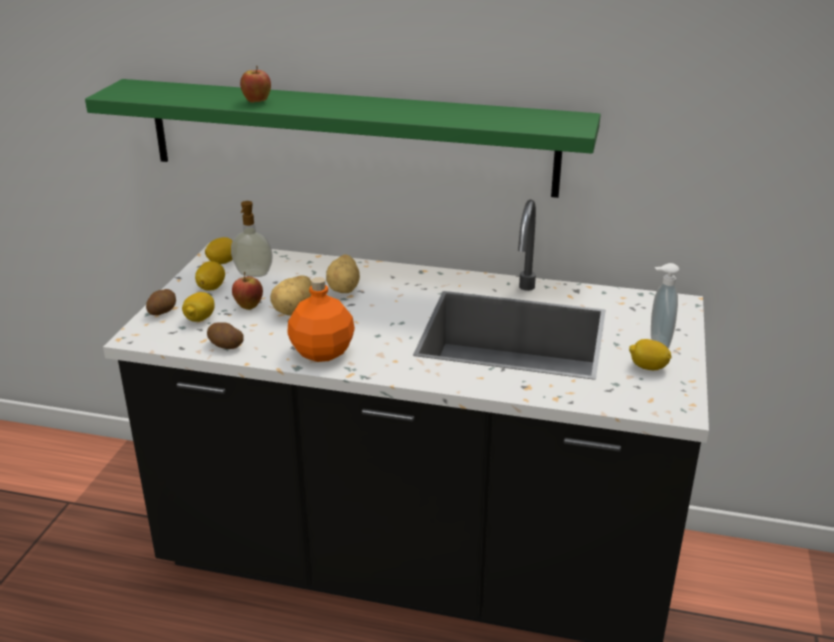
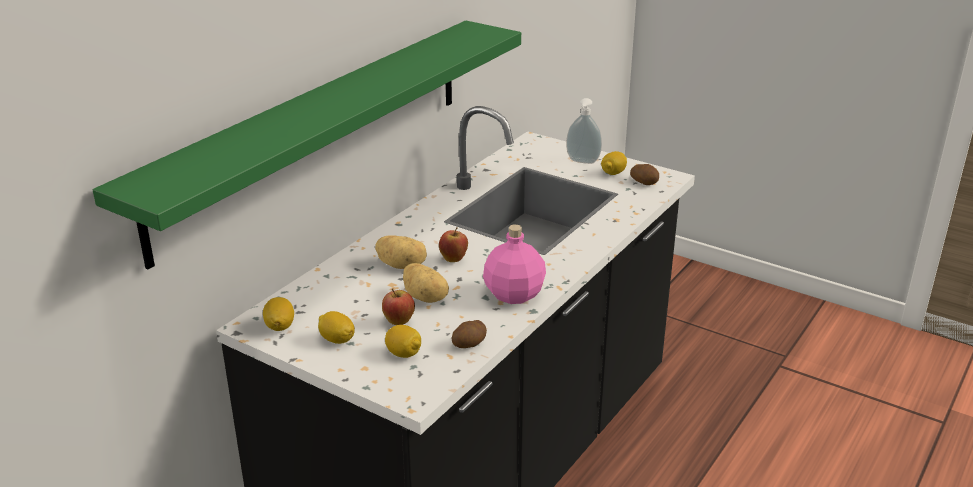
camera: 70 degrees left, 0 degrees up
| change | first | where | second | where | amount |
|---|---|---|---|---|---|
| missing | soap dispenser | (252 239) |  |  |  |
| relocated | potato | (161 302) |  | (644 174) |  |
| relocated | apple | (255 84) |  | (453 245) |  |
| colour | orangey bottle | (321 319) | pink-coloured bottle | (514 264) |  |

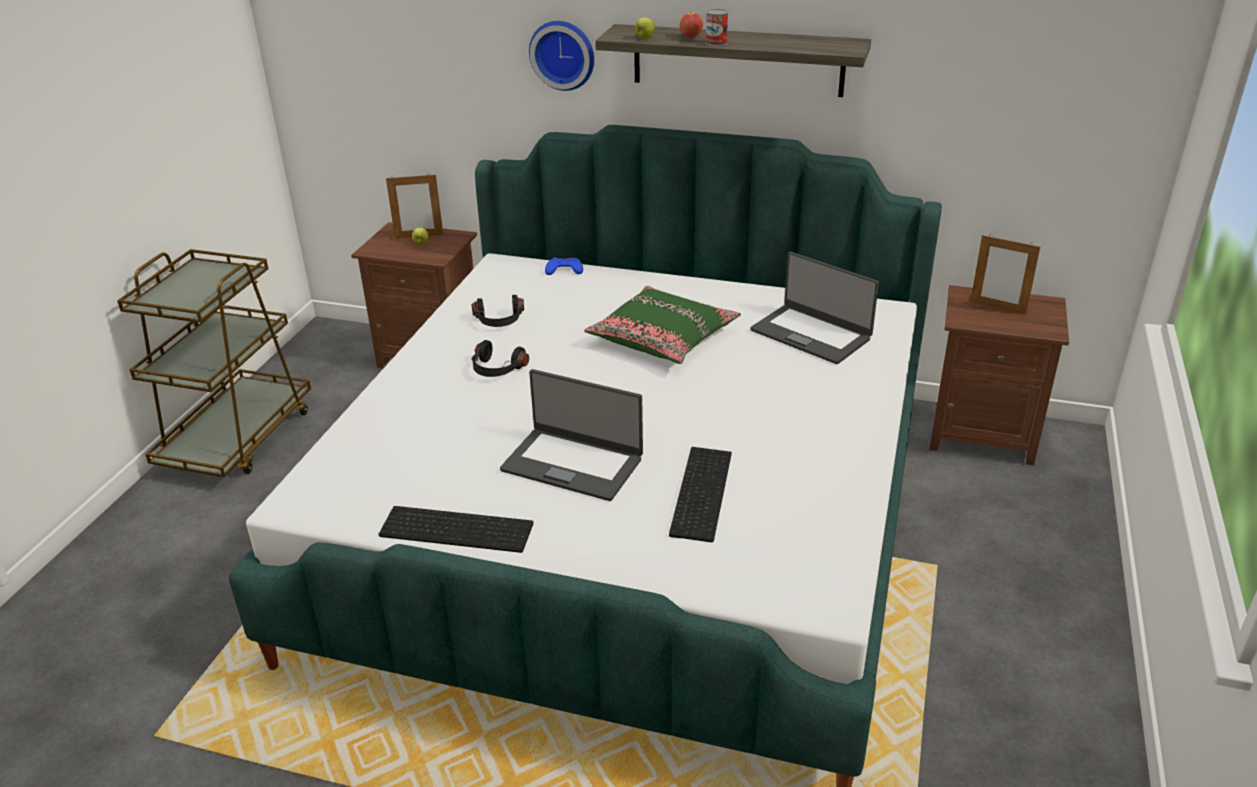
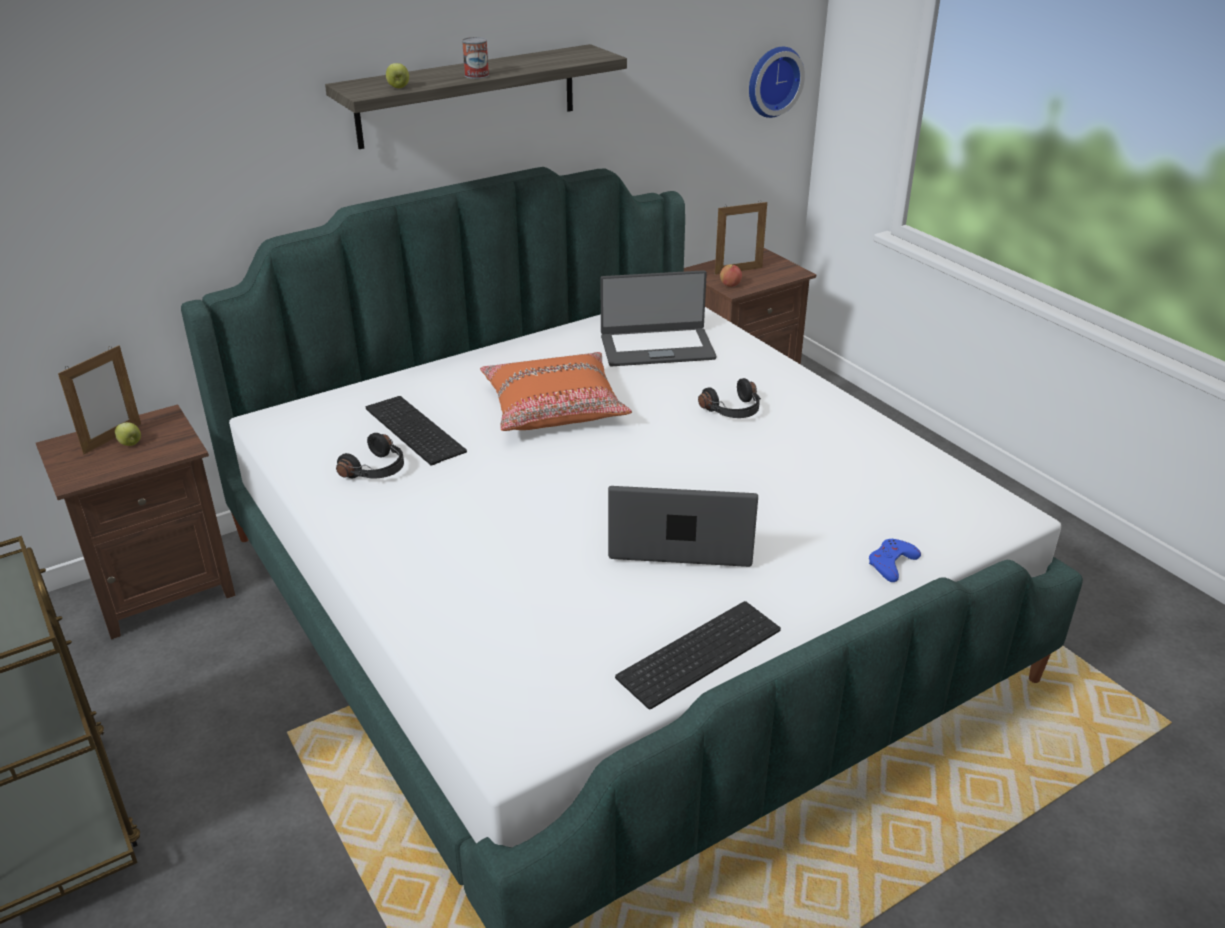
camera: 50 degrees left, 0 degrees up
| change | first | where | second | where | amount |
|---|---|---|---|---|---|
| relocated | blackish pair of headphones | (500 358) |  | (729 398) |  |
| relocated | clock on the wall | (561 56) |  | (777 82) |  |
| relocated | bluish gamepad | (564 266) |  | (895 560) |  |
| relocated | keyboard | (700 494) |  | (416 430) |  |
| relocated | apple | (691 24) |  | (731 275) |  |
| colour | green-coloured pillow | (662 325) | orangey pillow | (556 391) |  |
| spun | laptop | (571 435) |  | (683 526) | 150 degrees counterclockwise |

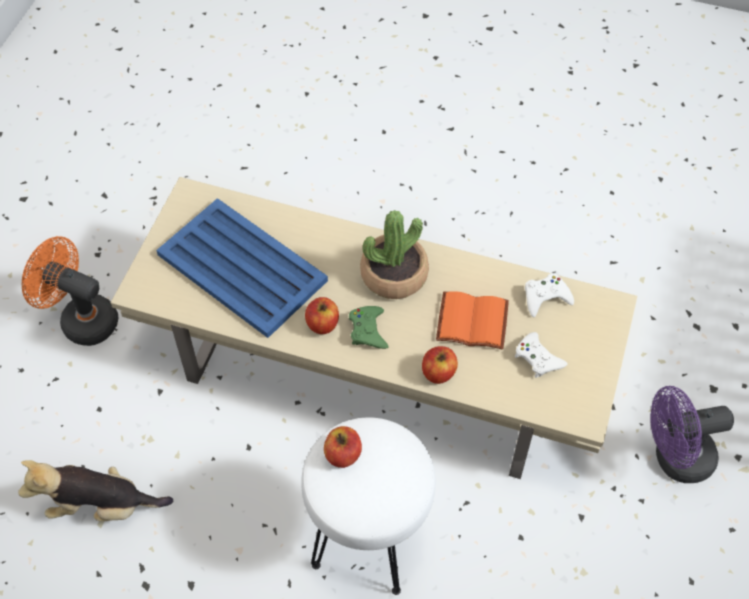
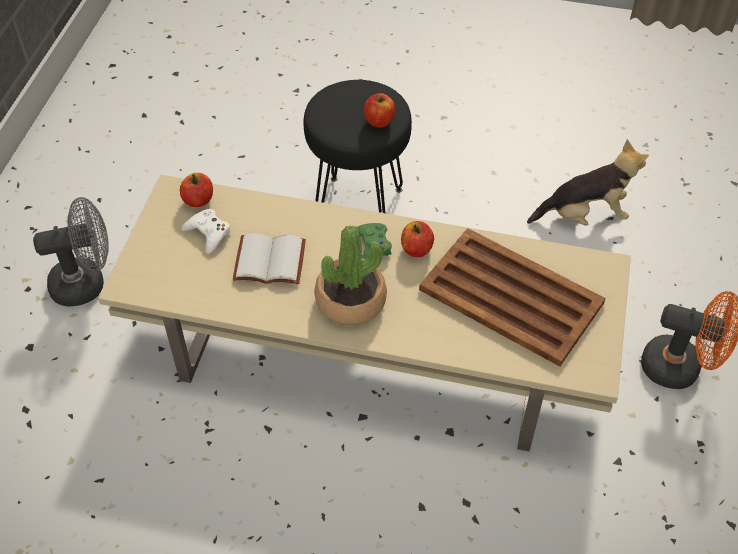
camera: 175 degrees right, 5 degrees down
| change | first | where | second | where | amount |
|---|---|---|---|---|---|
| missing | white-coloured gamepad | (549 295) |  |  |  |
| relocated | apple | (440 365) |  | (196 190) |  |
| colour | bluish serving tray | (242 268) | brown-coloured serving tray | (512 297) |  |
| colour | white-coloured sitting stool | (368 506) | blackish sitting stool | (358 146) |  |
| colour | orangey volume | (472 320) | white-coloured volume | (269 258) |  |
| colour | purplish fan | (692 434) | grey fan | (71 252) |  |

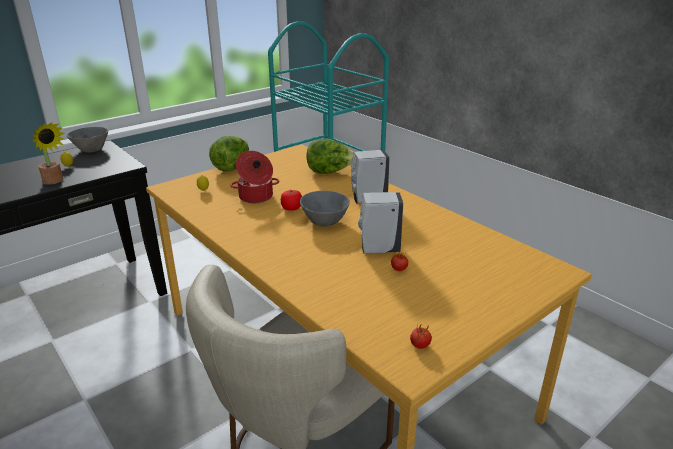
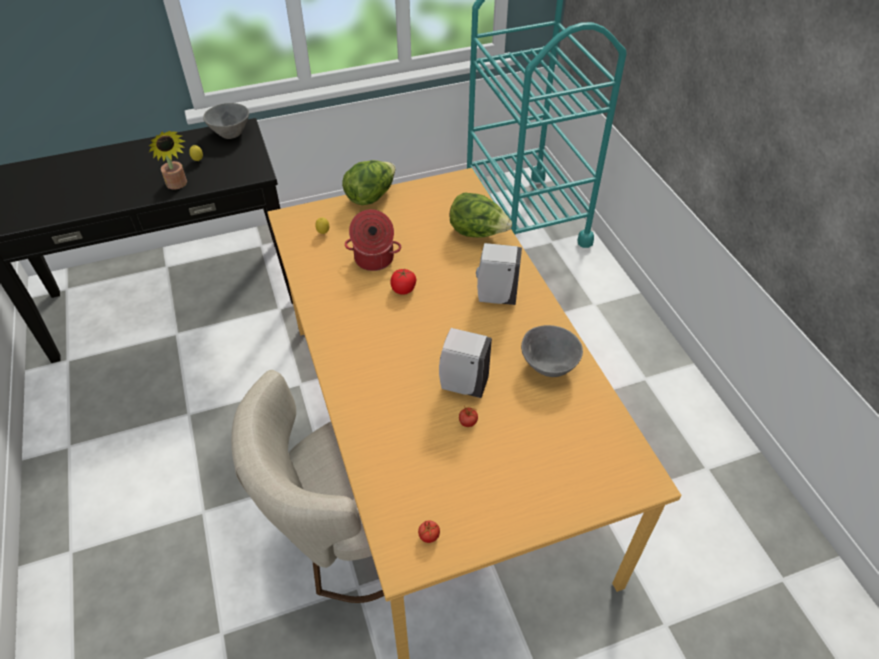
camera: 20 degrees right, 20 degrees up
| change | first | where | second | where | amount |
|---|---|---|---|---|---|
| relocated | grey deep dish | (325 209) |  | (552 351) |  |

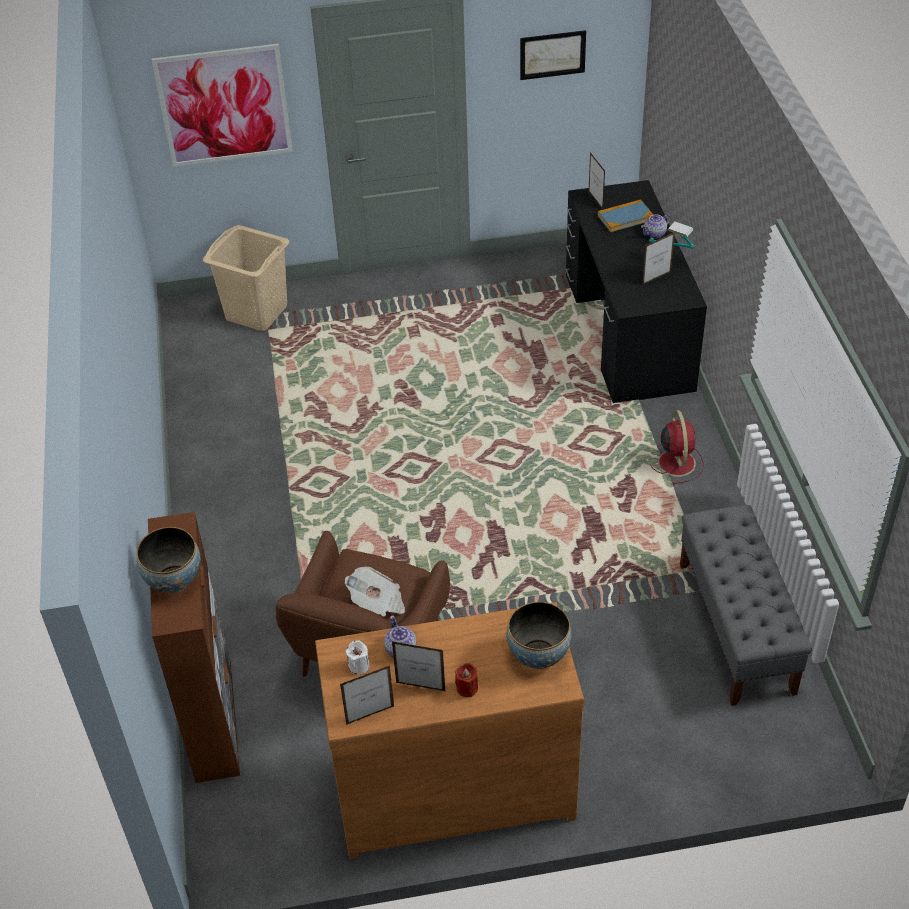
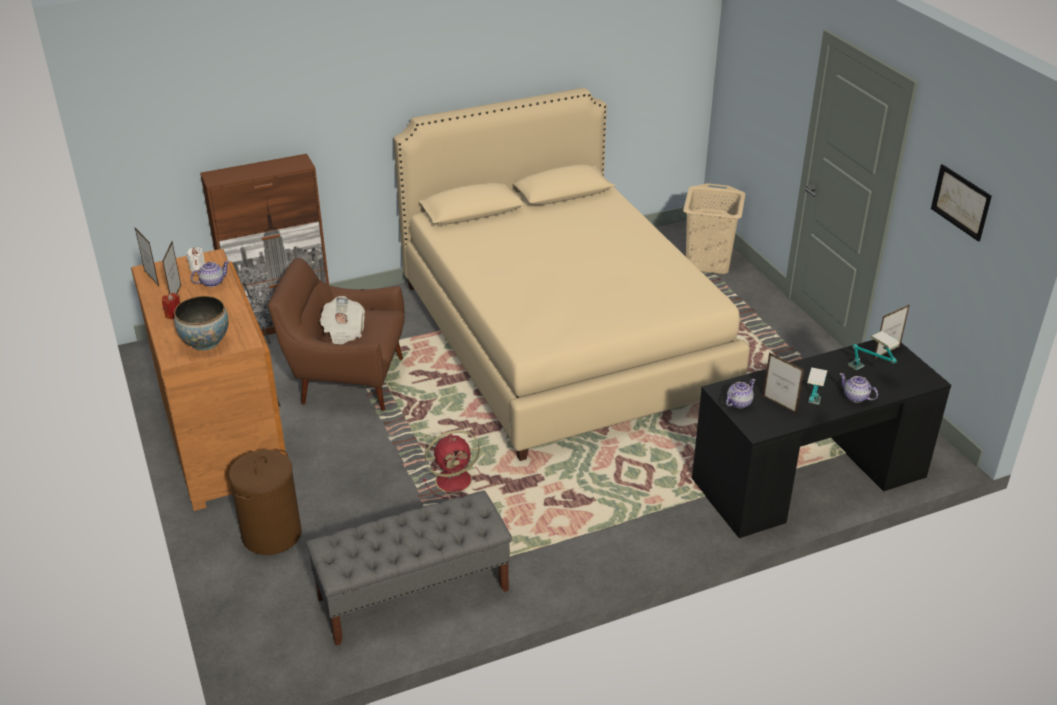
camera: 75 degrees right, 10 degrees down
| change | first | where | second | where | amount |
|---|---|---|---|---|---|
| missing | deep dish | (169 560) |  |  |  |
| missing | picture | (222 105) |  |  |  |
| appeared |  |  | brown-coloured hamper | (265 502) |  |
| appeared |  |  | beige-coloured bedroom bed | (571 274) |  |
| appeared |  |  | pot for tea | (740 393) |  |
| relocated | reddish fan | (677 447) |  | (452 464) |  |
| exchanged | volume | (625 215) | lamp for a table | (873 350) |  |

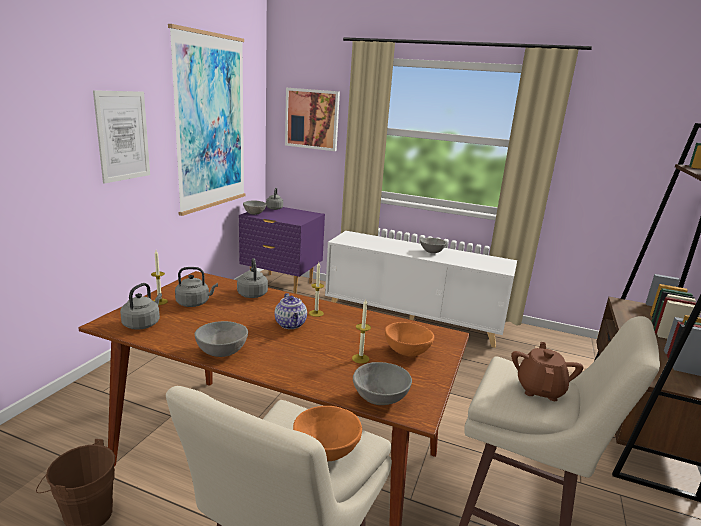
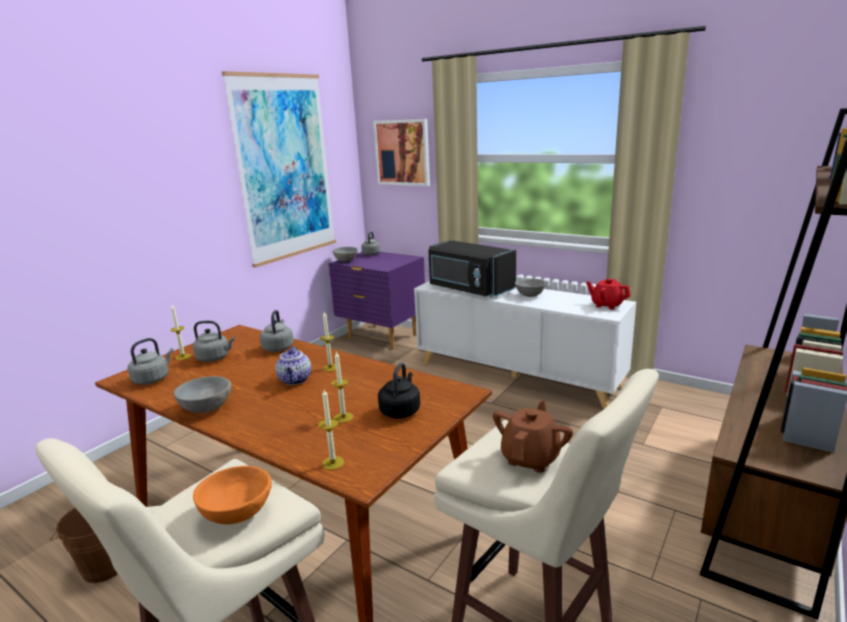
camera: 15 degrees right, 0 degrees up
| change | first | where | second | where | amount |
|---|---|---|---|---|---|
| missing | picture | (121 137) |  |  |  |
| appeared |  |  | blackish microwave oven | (472 268) |  |
| appeared |  |  | reddish pot for tea | (608 294) |  |
| exchanged | grey deep dish | (382 383) | candle | (331 430) |  |
| exchanged | orangey deep dish | (409 339) | blackish water kettle | (399 390) |  |

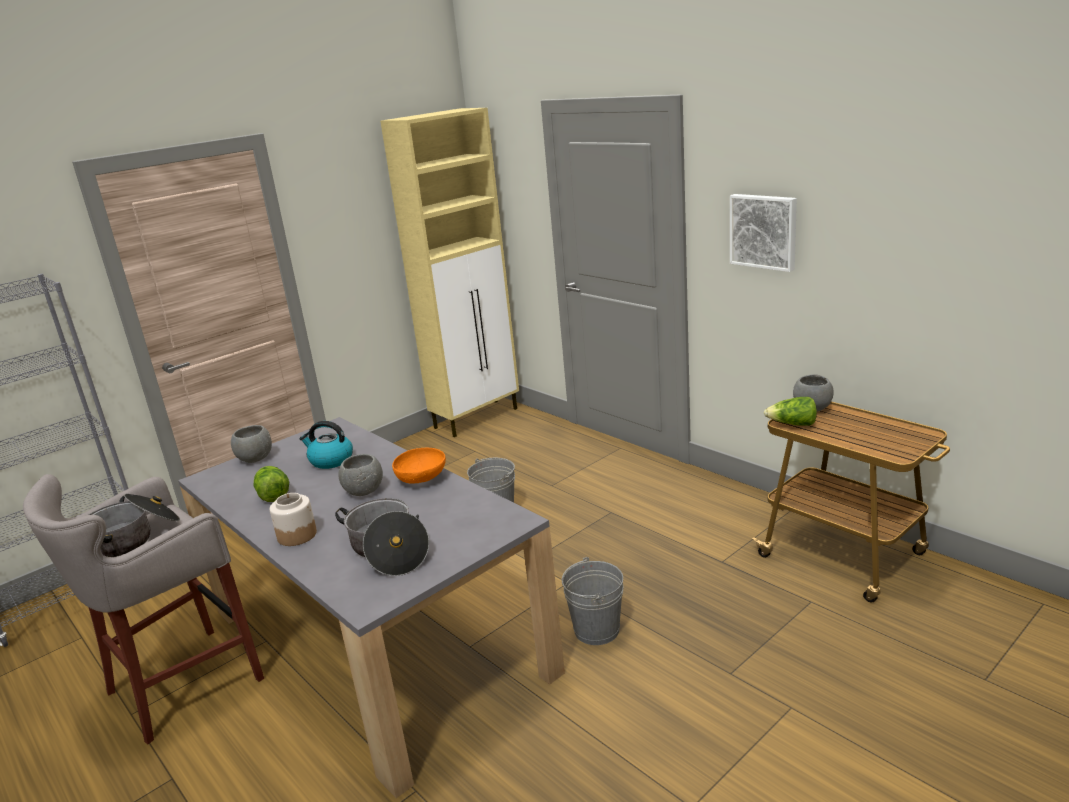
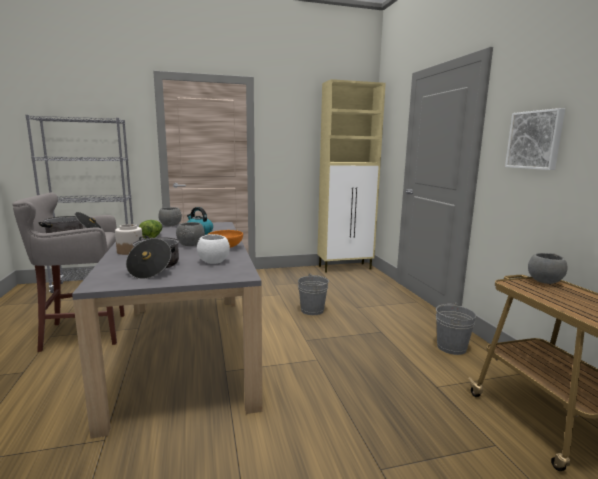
camera: 25 degrees right, 10 degrees down
| change | first | where | second | where | amount |
|---|---|---|---|---|---|
| missing | lettuce | (790 411) |  |  |  |
| appeared |  |  | white-coloured deep dish | (213 249) |  |
| relocated | grey water bucket | (593 601) |  | (456 329) |  |

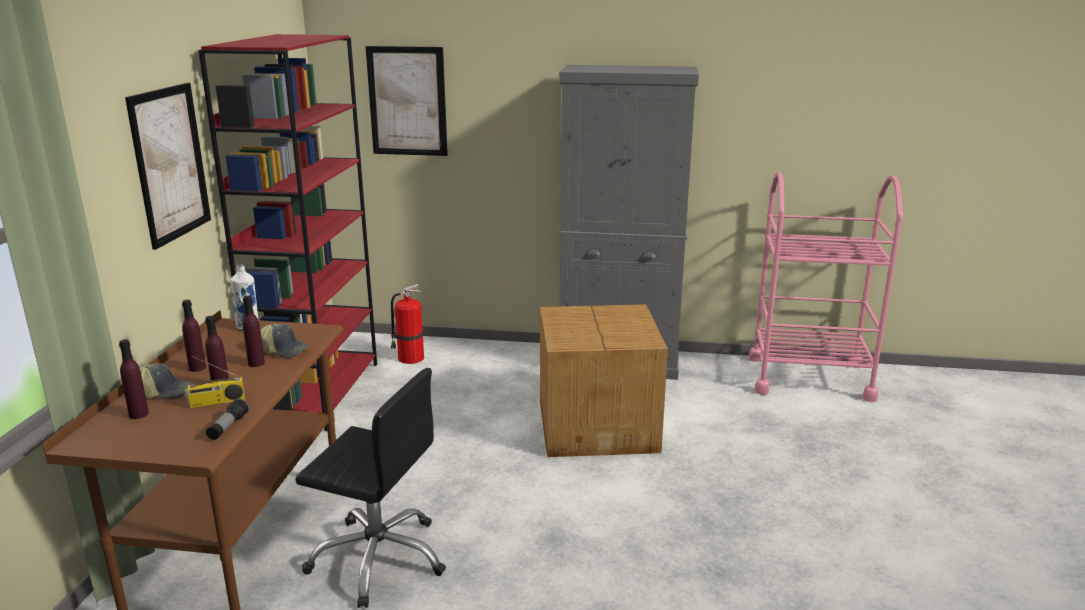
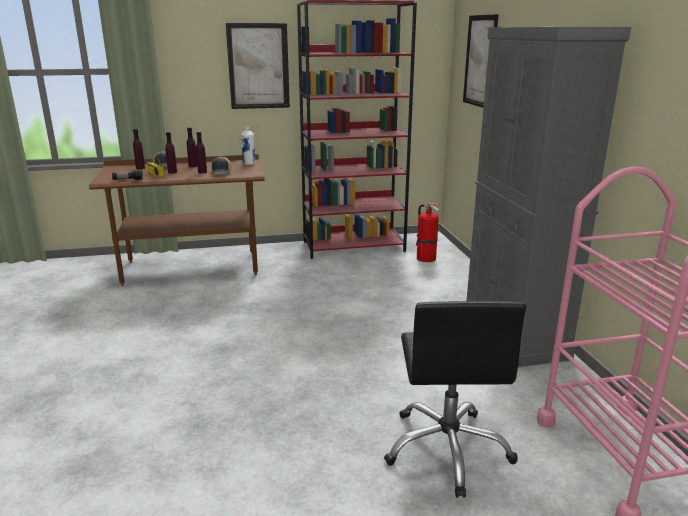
camera: 70 degrees right, 0 degrees up
| change | first | where | second | where | amount |
|---|---|---|---|---|---|
| missing | carton | (604 380) |  |  |  |
| relocated | blackish computer chair | (370 488) |  | (455 399) |  |

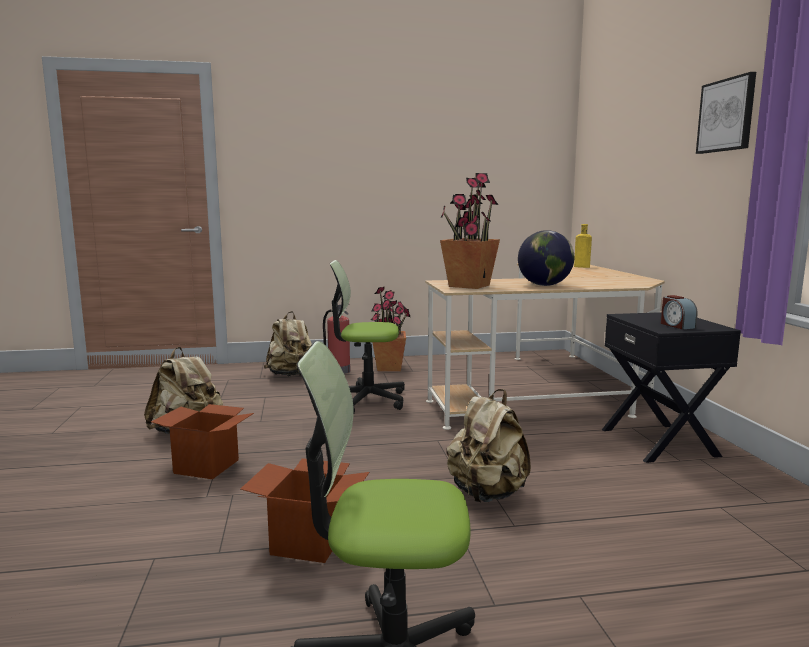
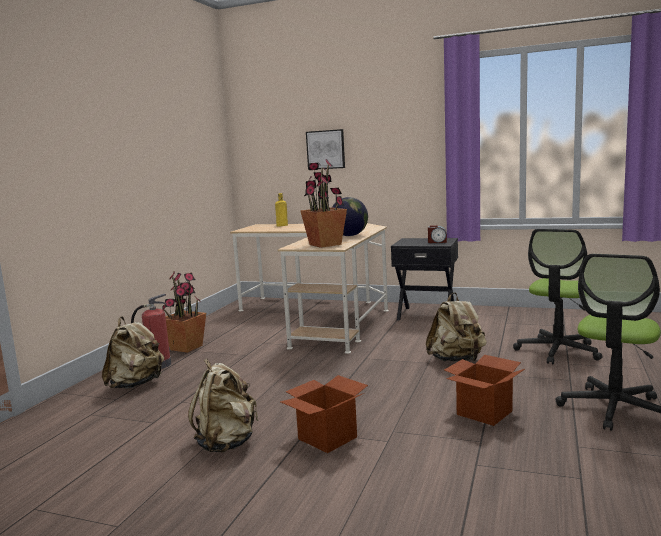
camera: 60 degrees left, 0 degrees up
| change | first | where | second | where | amount |
|---|---|---|---|---|---|
| relocated | computer chair | (367 336) |  | (558 296) |  |
| relocated | picture | (726 113) |  | (325 149) |  |

